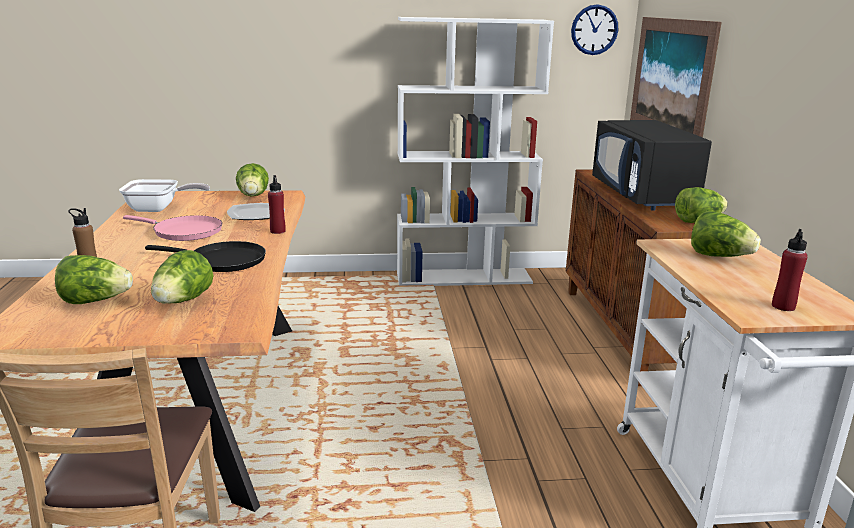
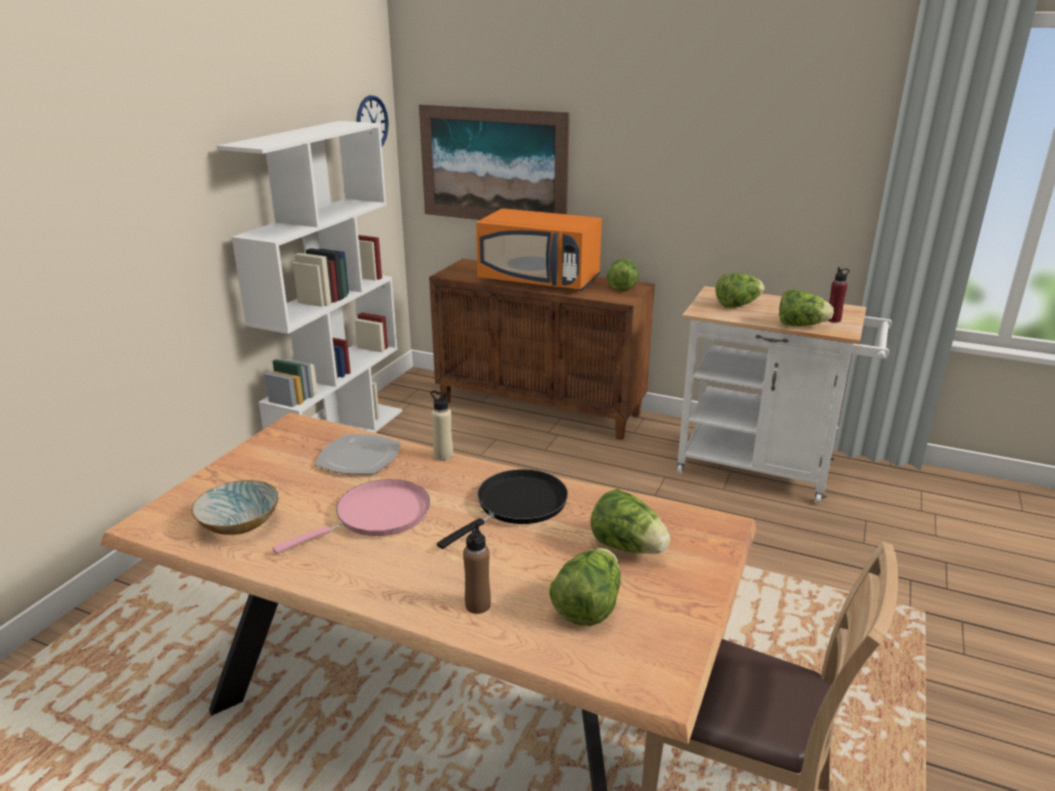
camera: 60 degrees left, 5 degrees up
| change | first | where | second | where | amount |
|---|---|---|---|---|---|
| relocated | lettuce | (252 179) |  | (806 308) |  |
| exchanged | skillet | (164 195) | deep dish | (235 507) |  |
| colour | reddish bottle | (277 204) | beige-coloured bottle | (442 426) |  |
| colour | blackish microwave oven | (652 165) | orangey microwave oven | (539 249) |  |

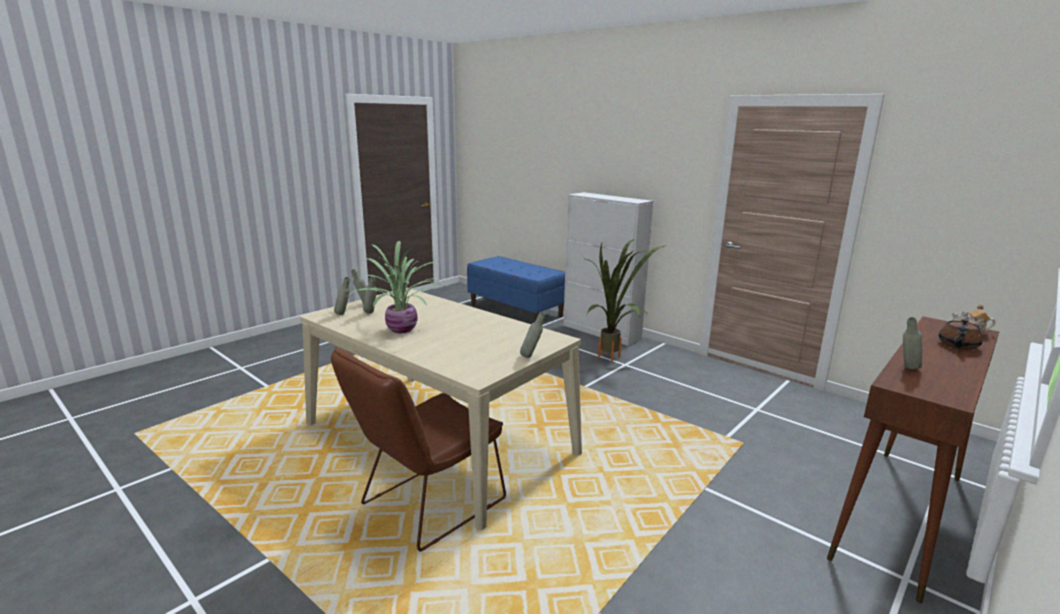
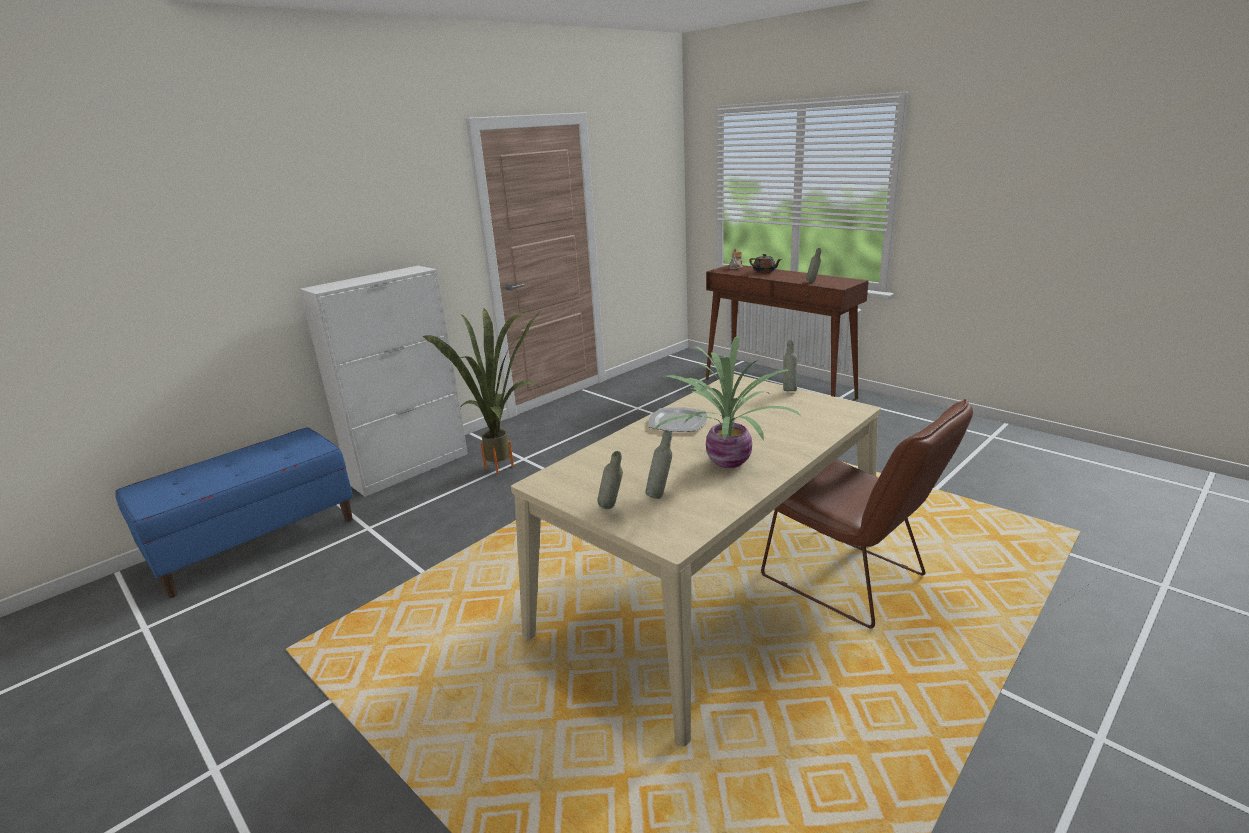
camera: 85 degrees left, 5 degrees up
| change | first | where | second | where | amount |
|---|---|---|---|---|---|
| missing | grey bottle | (342 296) |  |  |  |
| appeared |  |  | flat dish | (678 419) |  |

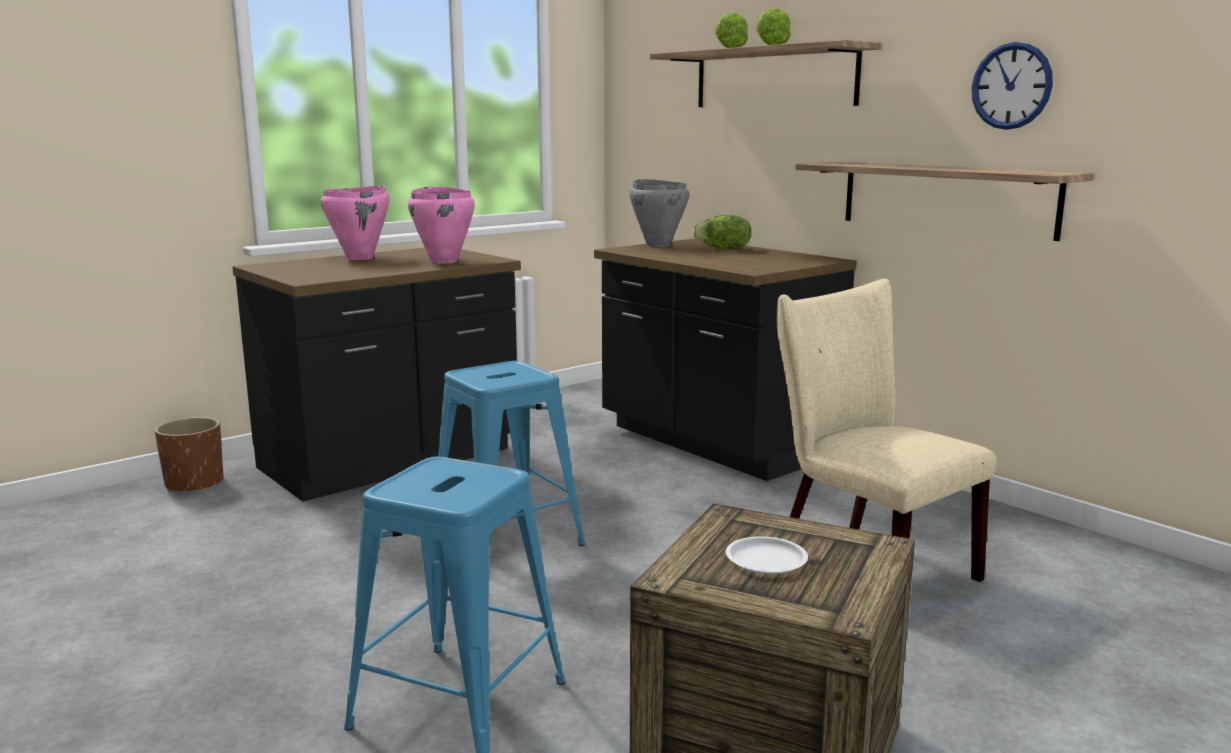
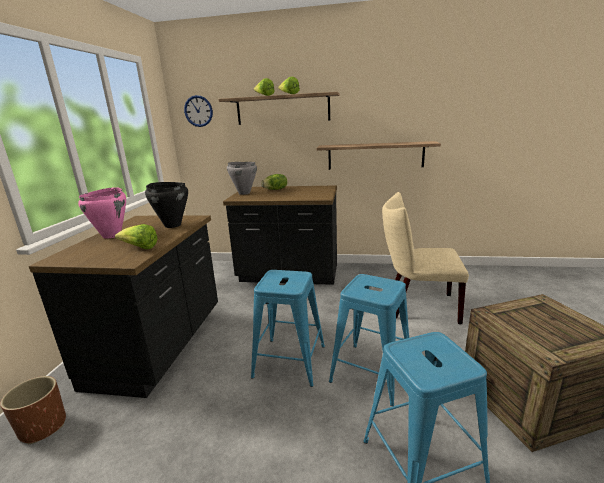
camera: 40 degrees left, 5 degrees up
| change | first | where | second | where | amount |
|---|---|---|---|---|---|
| missing | white-coloured flat dish | (767 555) |  |  |  |
| appeared |  |  | lettuce | (136 236) |  |
| appeared |  |  | bluish sitting stool | (369 340) |  |
| relocated | clock on the wall | (1012 86) |  | (198 111) |  |
| colour | pink-coloured stockpot | (441 225) | blackish stockpot | (166 205) |  |

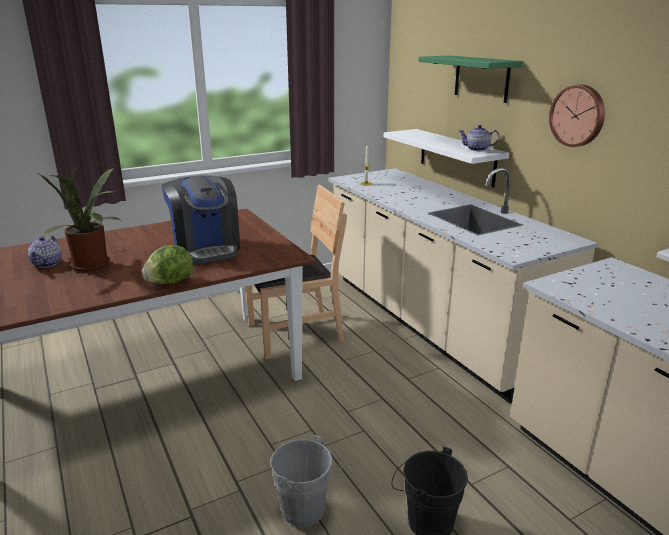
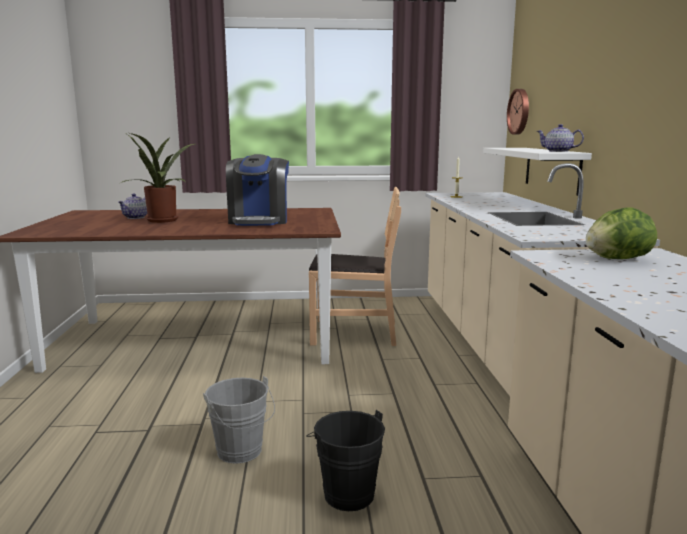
camera: 25 degrees right, 10 degrees down
| change | first | where | second | where | amount |
|---|---|---|---|---|---|
| missing | green-coloured shelf | (470 79) |  |  |  |
| relocated | lettuce | (167 265) |  | (621 233) |  |
| relocated | clock on the wall | (577 116) |  | (518 112) |  |

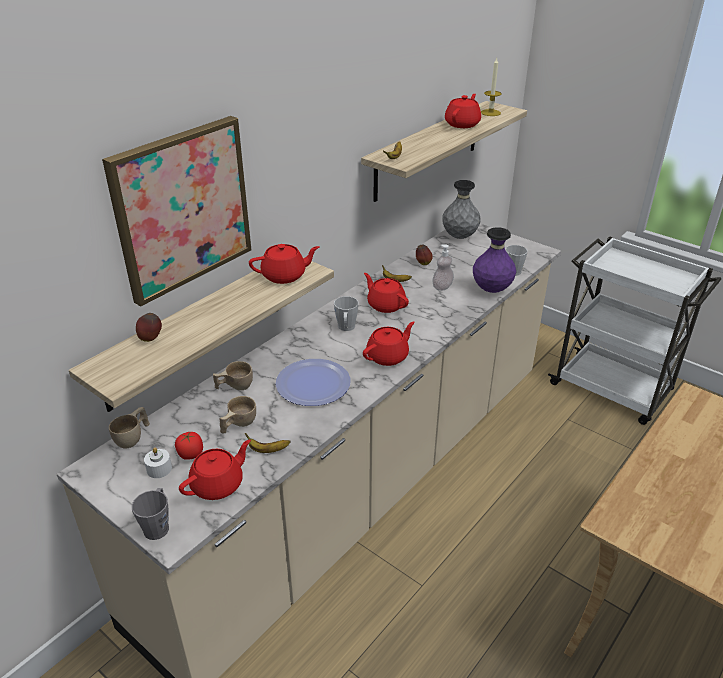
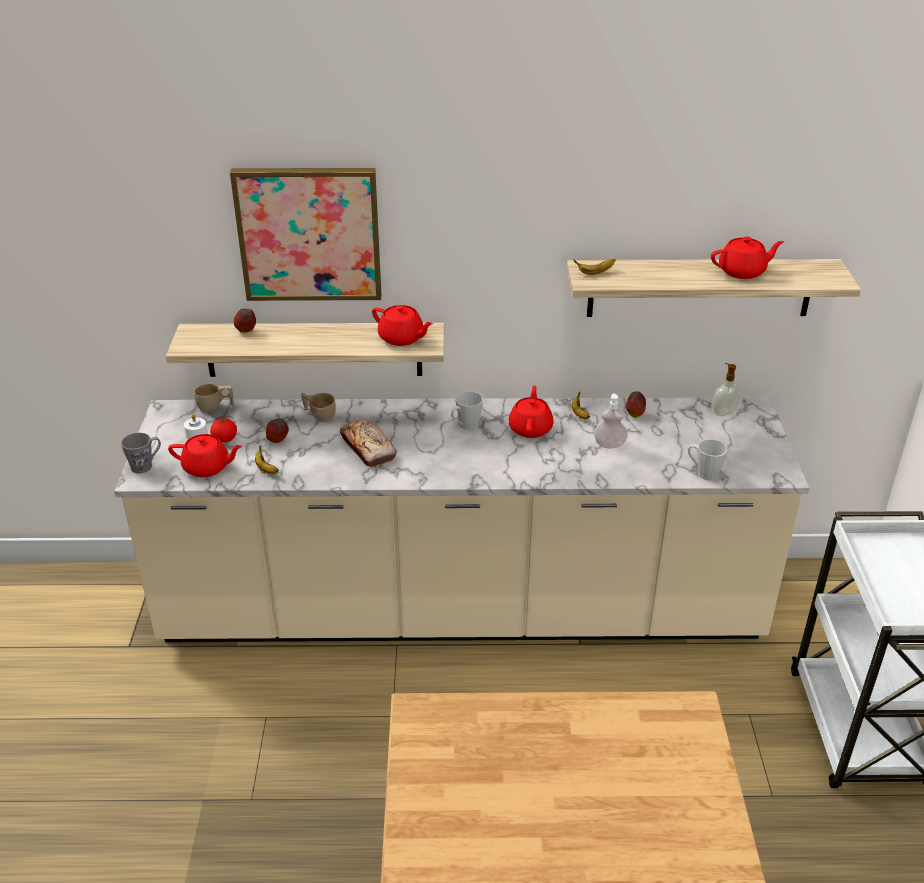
camera: 50 degrees right, 0 degrees up
| change | first | where | second | where | amount |
|---|---|---|---|---|---|
| missing | reddish pot for tea | (389 343) |  |  |  |
| missing | purplish vase | (494 260) |  |  |  |
| missing | candle | (491 87) |  |  |  |
| exchanged | beige-coloured drinking cup | (238 414) | apple | (277 430) |  |
| exchanged | flat dish | (313 382) | bakery bread | (368 443) |  |
| exchanged | grey vase | (461 209) | soap dispenser | (727 389) |  |

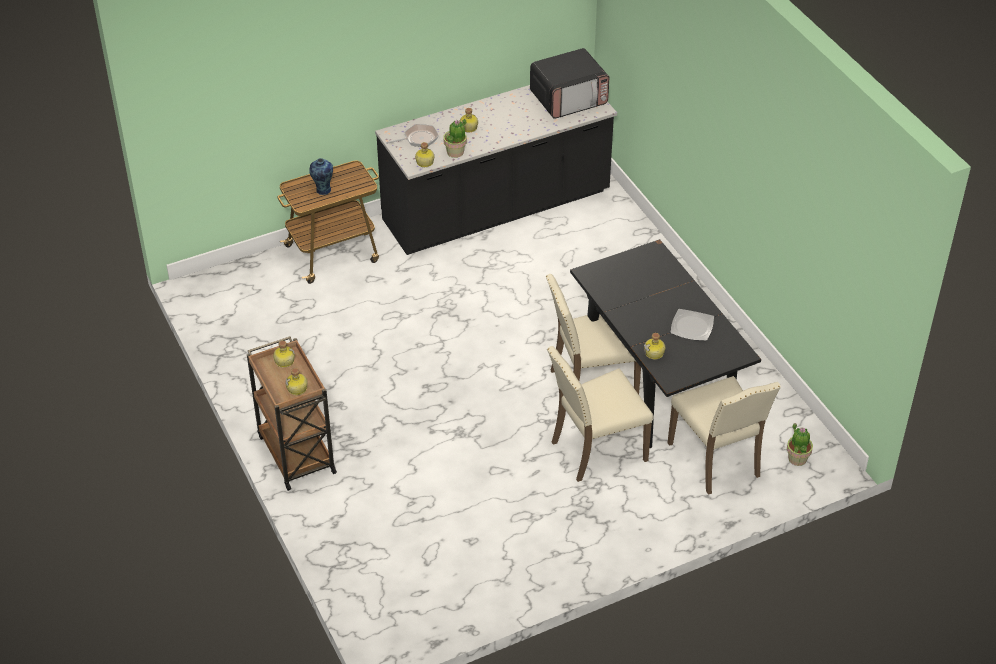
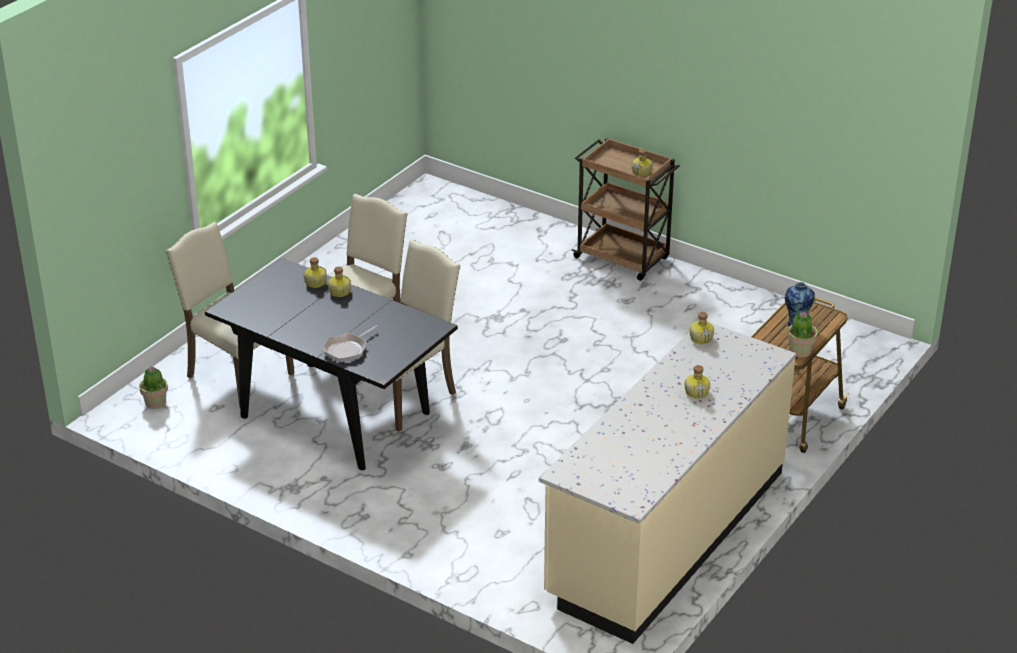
camera: 150 degrees right, 10 degrees down
| change | first | where | second | where | amount |
|---|---|---|---|---|---|
| missing | microwave oven | (569 83) |  |  |  |
| missing | flat dish | (692 325) |  |  |  |
| relocated | bottle | (297 381) |  | (339 282) |  |
| relocated | skillet | (412 135) |  | (350 343) |  |
| relocated | houseplant | (455 138) |  | (802 334) |  |
| colour | blackish kitchen base unit | (496 170) | beige-coloured kitchen base unit | (667 482) |  |

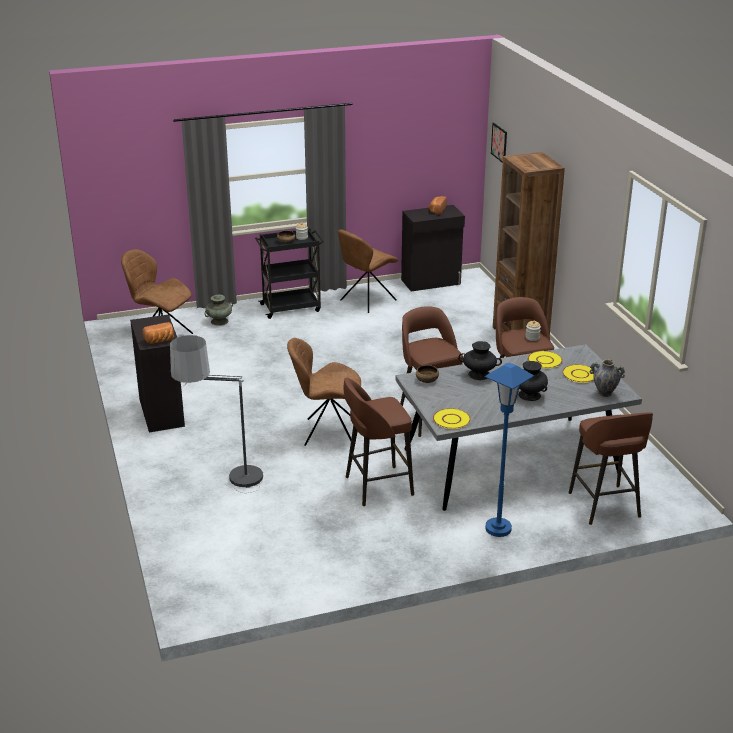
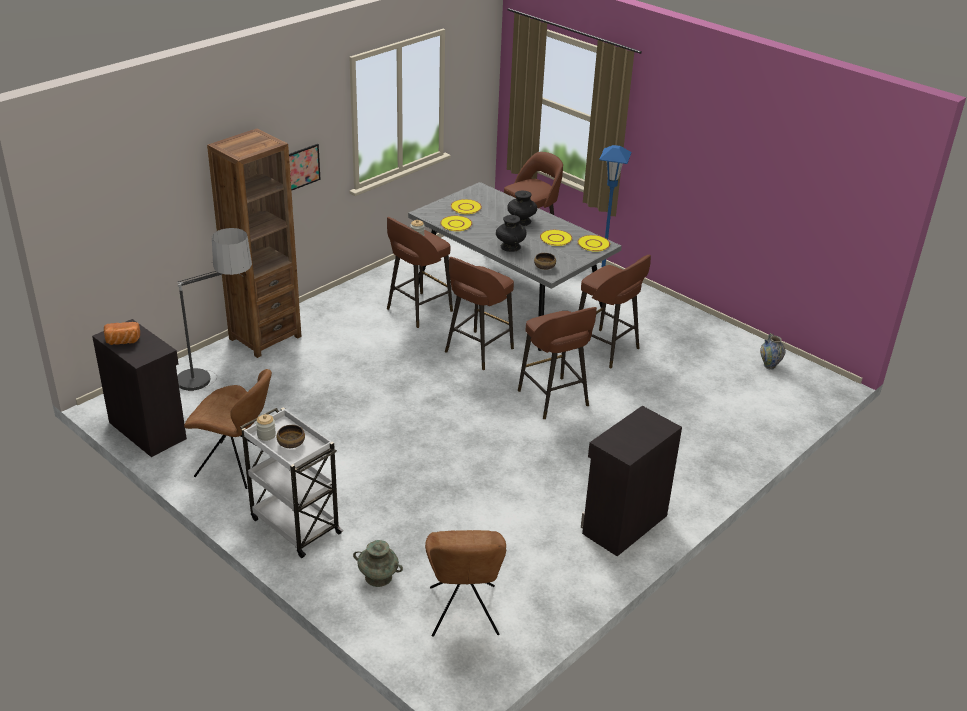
camera: 120 degrees left, 5 degrees up
| change | first | where | second | where | amount |
|---|---|---|---|---|---|
| missing | bakery bread | (158 333) |  |  |  |
| appeared |  |  | yellow flat dish | (556 238) |  |
| relocated | standing lamp | (217 414) |  | (214 309) |  |
| relocated | picture | (499 143) |  | (305 167) |  |
| relocated | vase | (607 378) |  | (772 351) |  |
| exchanged | brown-coloured plain chair | (324 392) | brown-coloured sitting stool | (557 363) |  |
| colour | blackish trolley | (289 273) | white-coloured trolley | (291 482) |  |

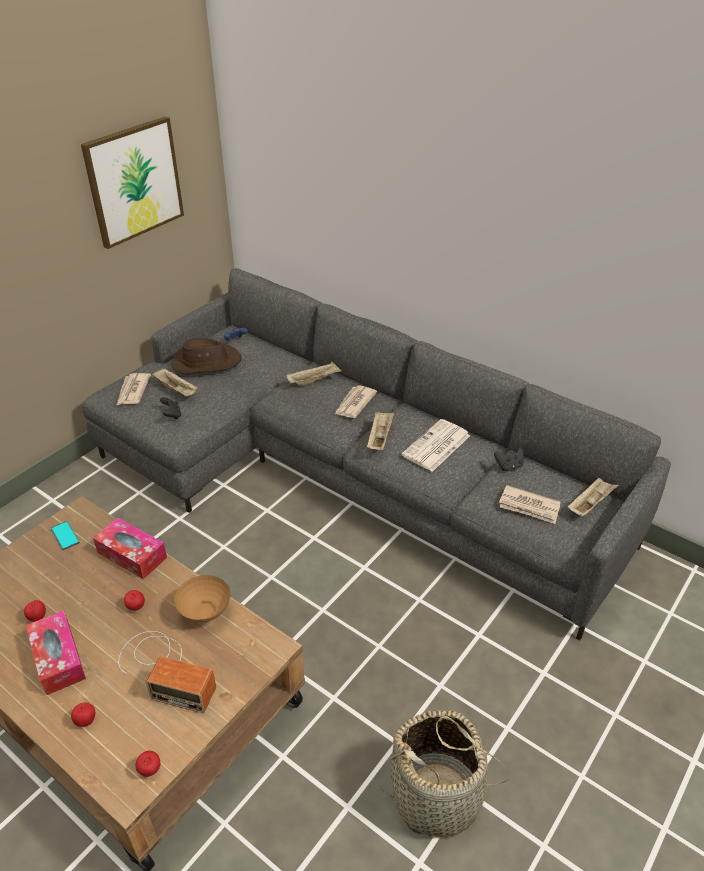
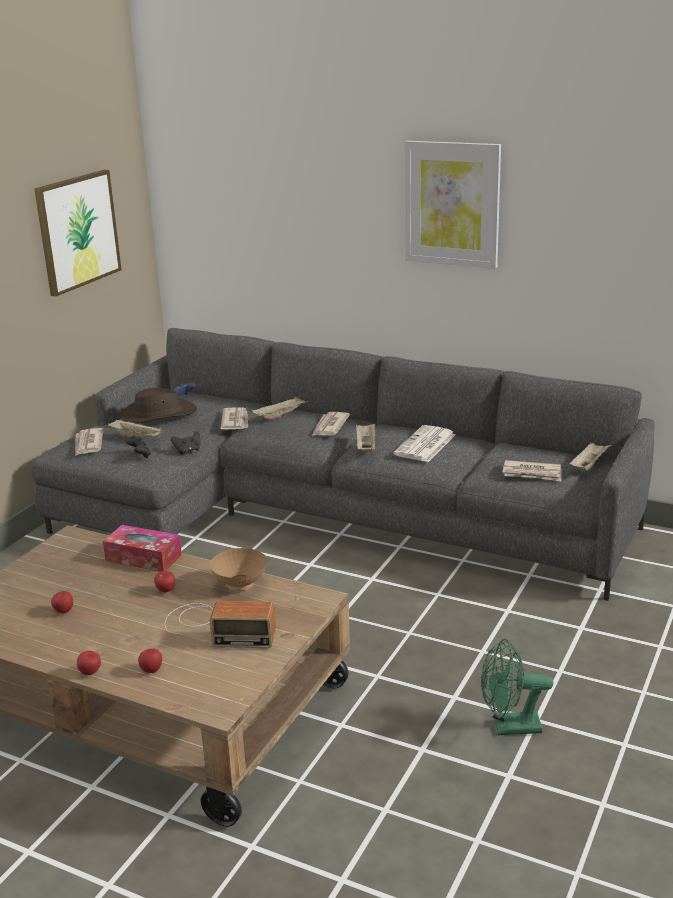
camera: 10 degrees left, 15 degrees down
| change | first | where | second | where | amount |
|---|---|---|---|---|---|
| missing | tissue box | (56 653) |  |  |  |
| missing | handset | (65 535) |  |  |  |
| appeared |  |  | newspaper | (234 418) |  |
| appeared |  |  | picture | (452 205) |  |
| relocated | apple | (148 764) |  | (89 663) |  |
| relocated | blackish gamepad | (509 459) |  | (186 442) |  |
| exchanged | storage basket | (446 774) | green-coloured fan | (517 687) |  |

